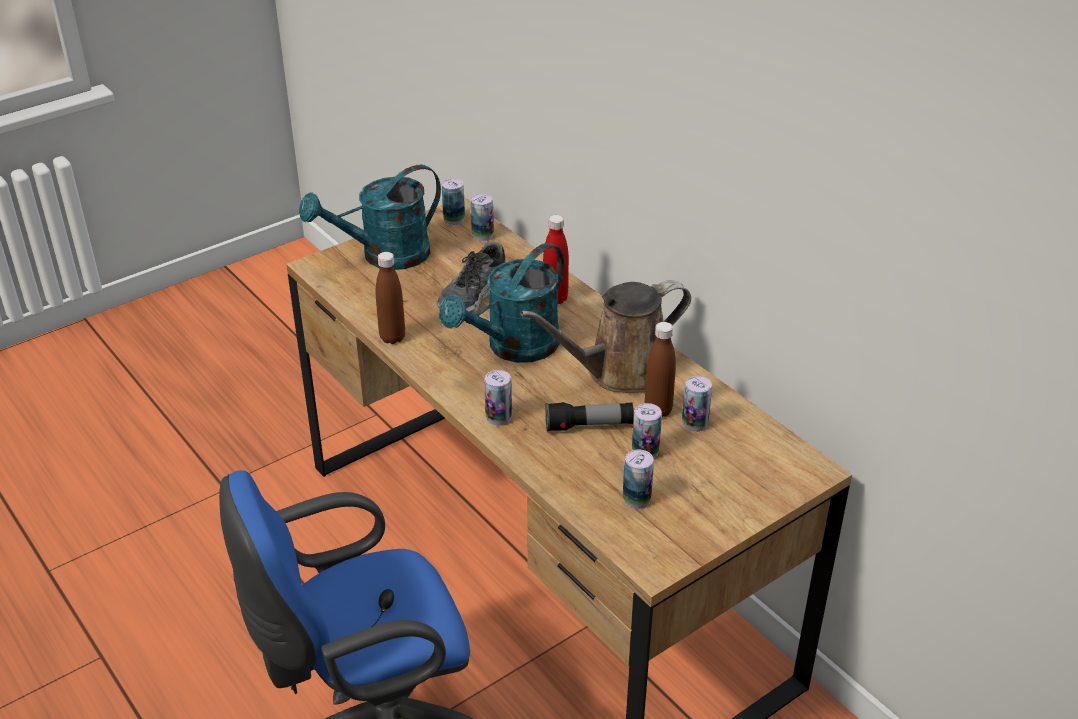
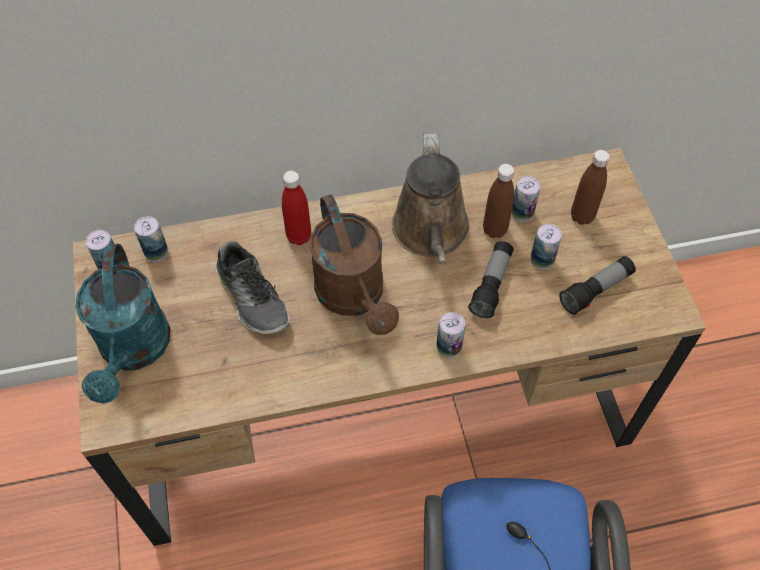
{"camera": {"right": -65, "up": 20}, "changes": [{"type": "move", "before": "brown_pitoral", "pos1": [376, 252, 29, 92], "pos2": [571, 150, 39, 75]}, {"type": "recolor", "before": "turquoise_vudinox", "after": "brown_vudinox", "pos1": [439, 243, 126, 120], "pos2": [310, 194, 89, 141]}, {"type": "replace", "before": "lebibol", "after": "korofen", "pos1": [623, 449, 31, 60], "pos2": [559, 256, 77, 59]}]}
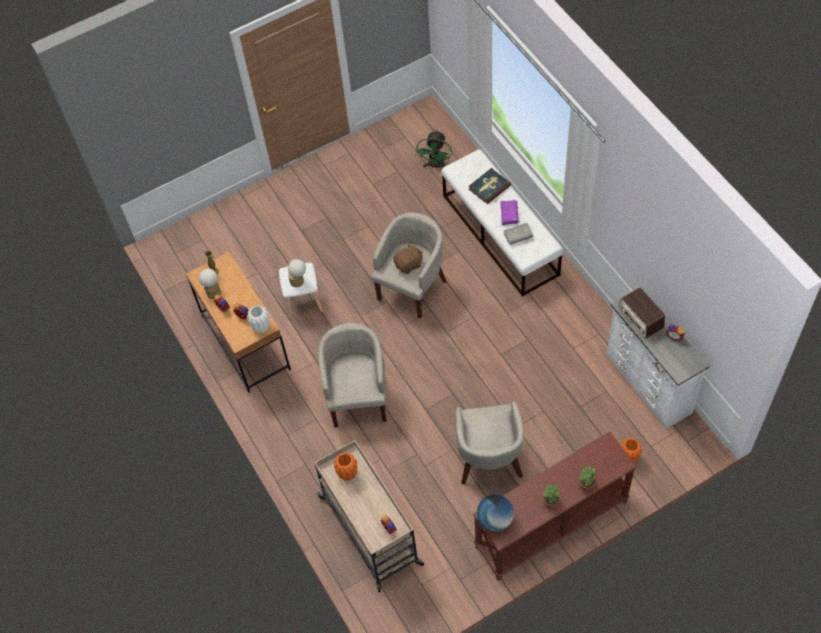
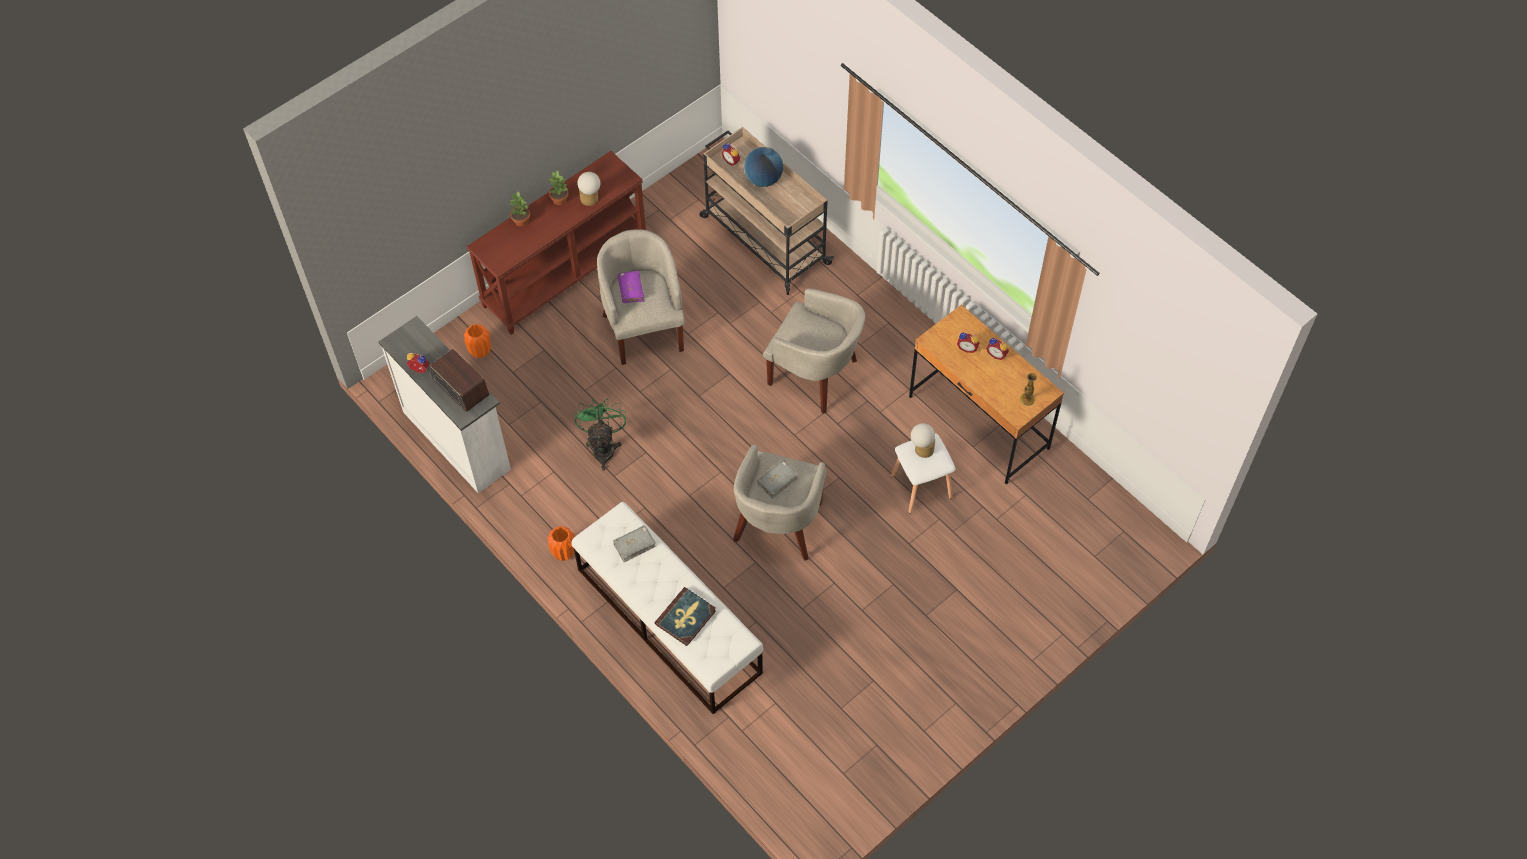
{"camera": {"right": 165, "up": 0}, "changes": [{"type": "move", "before": "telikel", "pos1": [199, 269, 22, 30], "pos2": [577, 172, 23, 34]}, {"type": "delete", "before": "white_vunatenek", "pos1": [247, 305, 23, 28]}, {"type": "rotate", "before": "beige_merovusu", "pos1": [318, 323, 68, 104], "pos2": [763, 288, 102, 126], "turn": -45}, {"type": "move", "before": "orange_vunatenek", "pos1": [334, 453, 23, 28], "pos2": [547, 526, 27, 35]}, {"type": "replace", "before": "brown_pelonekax", "after": "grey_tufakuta", "pos1": [393, 243, 29, 31], "pos2": [757, 460, 42, 39]}, {"type": "move", "before": "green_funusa", "pos1": [416, 130, 36, 40], "pos2": [575, 398, 51, 73]}, {"type": "move", "before": "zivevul", "pos1": [477, 494, 37, 38], "pos2": [744, 147, 39, 40]}, {"type": "move", "before": "purple_tufakuta", "pos1": [500, 200, 19, 25], "pos2": [617, 271, 27, 32]}]}
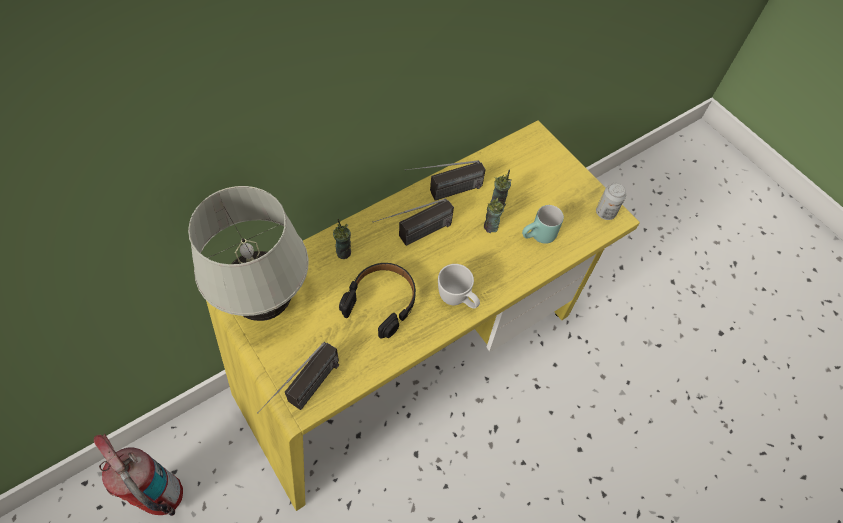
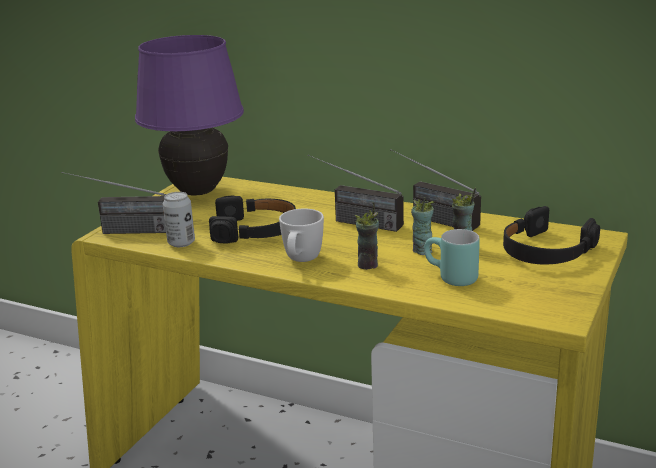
{"camera": {"right": 65, "up": -35}, "changes": [{"type": "delete", "before": "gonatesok", "pos1": [94, 433, 89, 83]}, {"type": "recolor", "before": "white_telikel", "after": "purple_telikel", "pos1": [188, 186, 120, 135], "pos2": [135, 35, 109, 161]}, {"type": "move", "before": "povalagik", "pos1": [333, 218, 18, 41], "pos2": [355, 202, 24, 68]}, {"type": "move", "before": "lebibol", "pos1": [596, 183, 30, 37], "pos2": [163, 192, 32, 55]}, {"type": "insert", "after": "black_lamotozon", "pos2": [503, 206, 97, 58]}]}
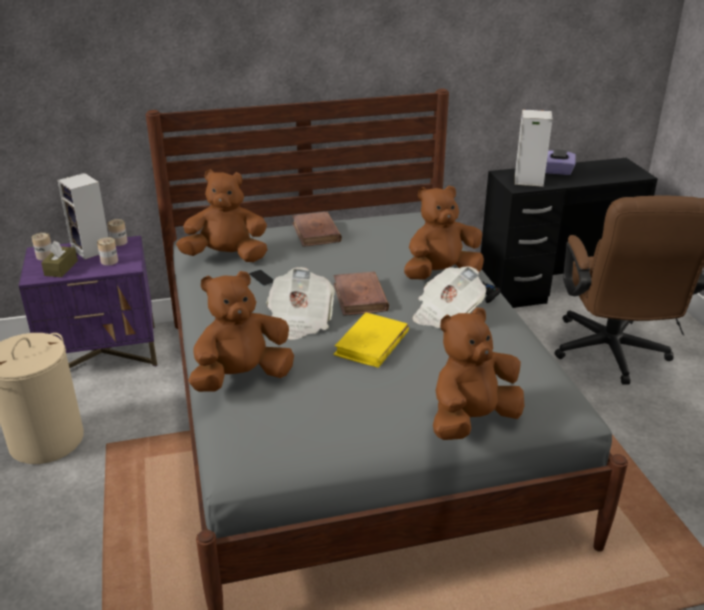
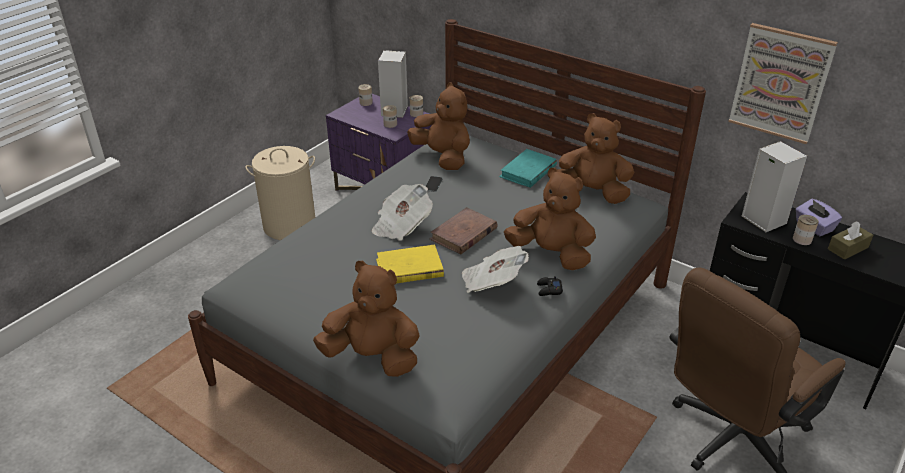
{"camera": {"right": 50, "up": 5}, "changes": [{"type": "move", "before": "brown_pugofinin", "pos1": [41, 241, 37, 36], "pos2": [828, 221, 45, 38]}, {"type": "move", "before": "brown_pelonekax", "pos1": [188, 271, 106, 121], "pos2": [557, 113, 77, 91]}, {"type": "recolor", "before": "brown_tufakuta", "after": "turquoise_tufakuta", "pos1": [292, 212, 50, 35], "pos2": [499, 149, 58, 39]}, {"type": "insert", "after": "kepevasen", "pos2": [728, 23, 110, 121]}, {"type": "insert", "after": "lebibol", "pos2": [793, 215, 25, 30]}]}
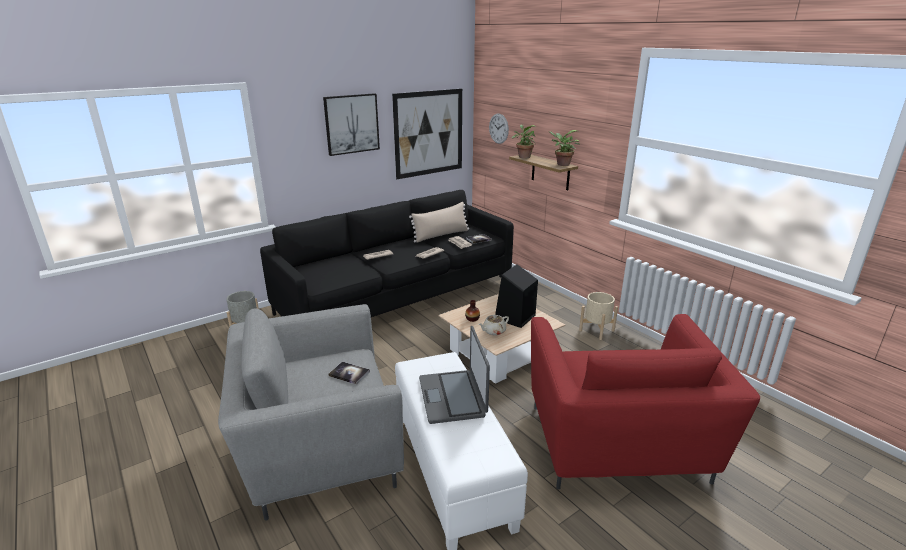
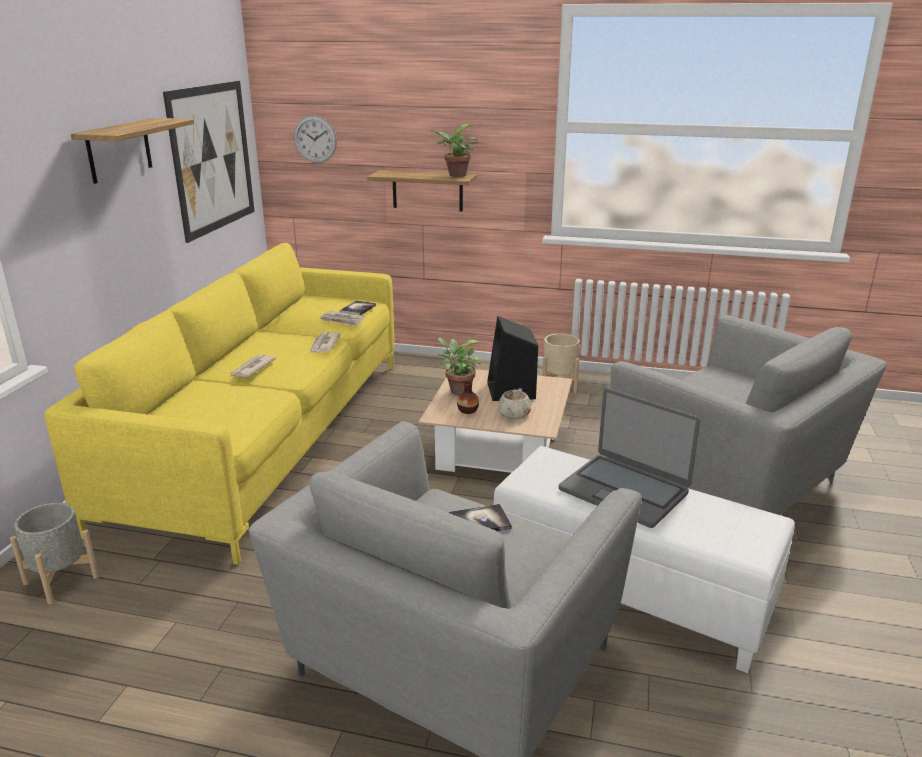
{"camera": {"right": -40, "up": 0}, "changes": [{"type": "recolor", "before": "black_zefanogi", "after": "yellow_zefanogi", "pos1": [260, 190, 254, 127], "pos2": [45, 243, 350, 322]}, {"type": "replace", "before": "kepevasen", "after": "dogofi", "pos1": [323, 93, 57, 63], "pos2": [71, 118, 123, 66]}, {"type": "delete", "before": "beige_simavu", "pos1": [409, 202, 60, 41]}, {"type": "move", "before": "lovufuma", "pos1": [512, 125, 23, 34], "pos2": [437, 337, 44, 58]}, {"type": "recolor", "before": "red_merovusu", "after": "grey_merovusu", "pos1": [531, 314, 229, 176], "pos2": [607, 315, 280, 200]}]}
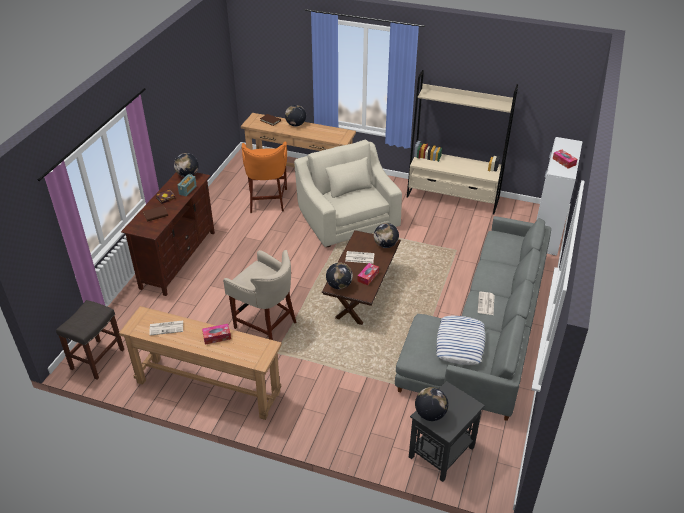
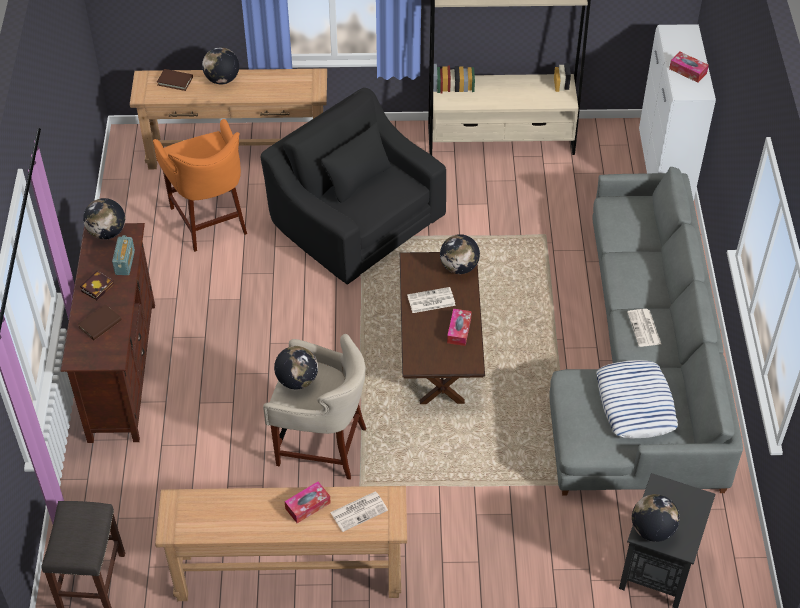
{"camera": {"right": -20, "up": 10}, "changes": [{"type": "move", "before": "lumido", "pos1": [149, 320, 34, 15], "pos2": [330, 492, 58, 40]}, {"type": "recolor", "before": "beige_merovusu", "after": "black_merovusu", "pos1": [294, 140, 108, 107], "pos2": [261, 88, 185, 197]}, {"type": "move", "before": "zivevul", "pos1": [326, 263, 27, 26], "pos2": [274, 346, 44, 43]}]}
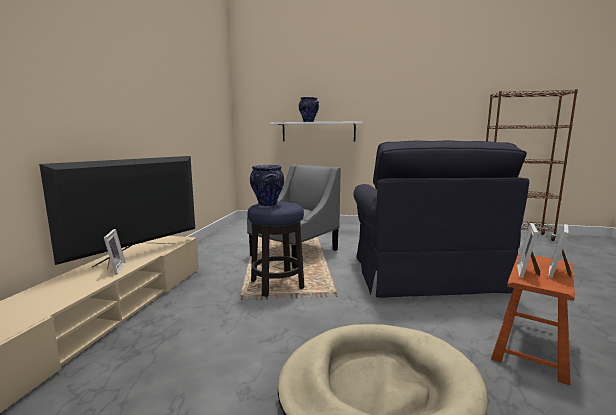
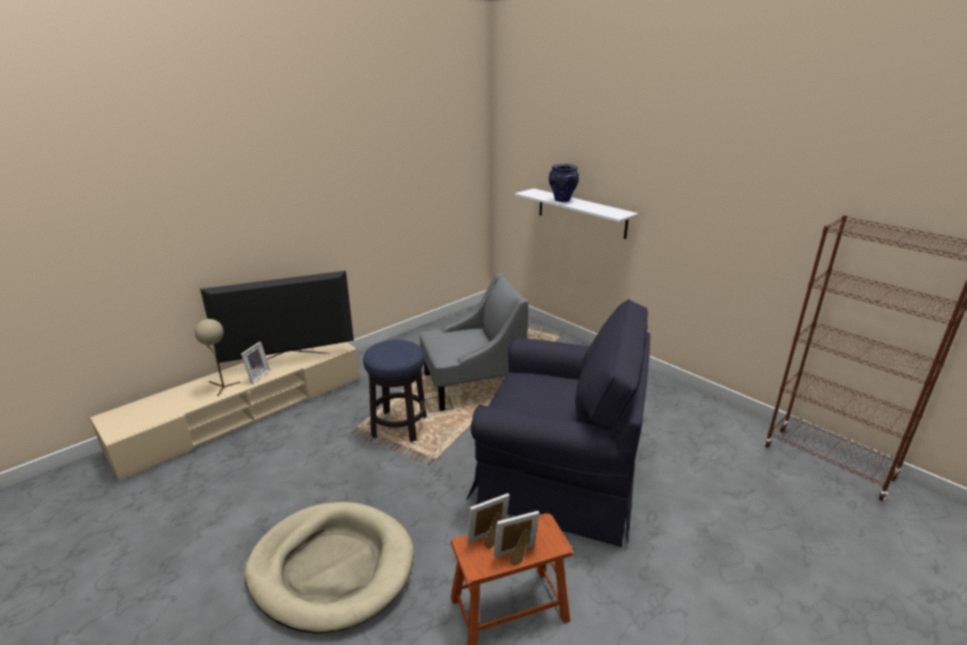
{"camera": {"right": 35, "up": 15}, "changes": [{"type": "delete", "before": "vunatenek", "pos1": [250, 165, 34, 41]}, {"type": "rotate", "before": "black_merovusu", "pos1": [353, 140, 176, 158], "pos2": [466, 299, 184, 248], "turn": -105}, {"type": "insert", "after": "beige_telikel", "pos2": [195, 319, 45, 77]}]}
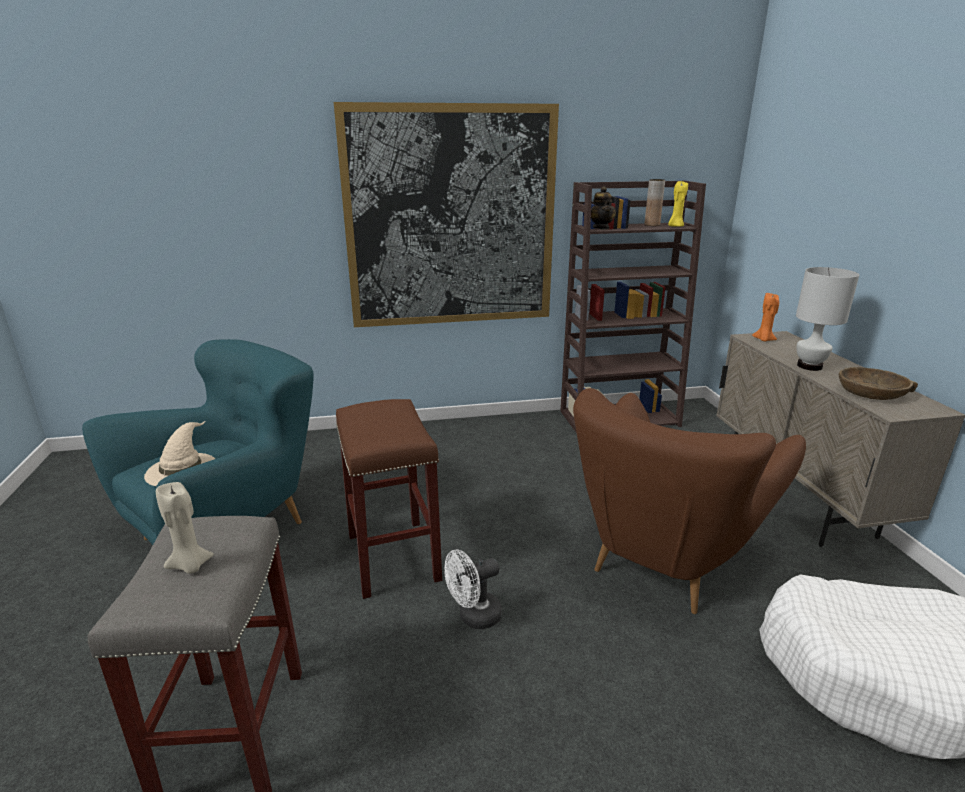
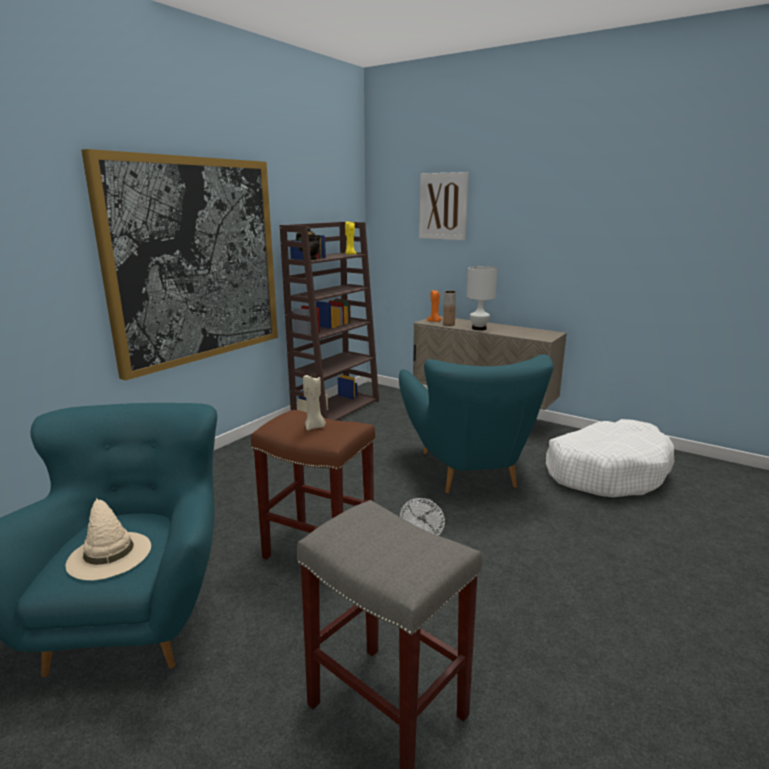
{"camera": {"right": -45, "up": -5}, "changes": [{"type": "move", "before": "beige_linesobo", "pos1": [156, 482, 58, 92], "pos2": [303, 374, 23, 56]}, {"type": "recolor", "before": "brown_merovusu", "after": "turquoise_merovusu", "pos1": [573, 388, 233, 226], "pos2": [399, 354, 155, 139]}, {"type": "move", "before": "brown_vunatenek", "pos1": [644, 179, 21, 47], "pos2": [443, 291, 13, 35]}, {"type": "delete", "before": "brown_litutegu", "pos1": [839, 367, 79, 33]}, {"type": "insert", "after": "kepevasen", "pos2": [419, 172, 50, 68]}]}
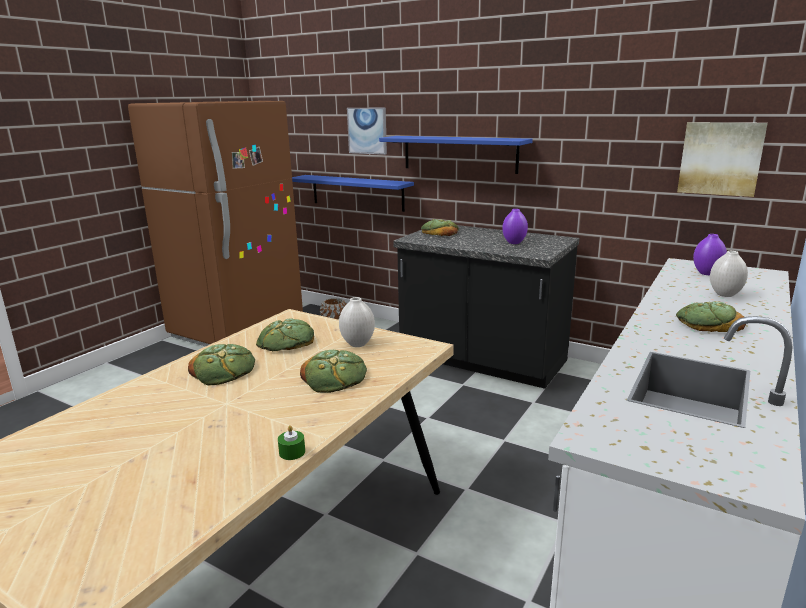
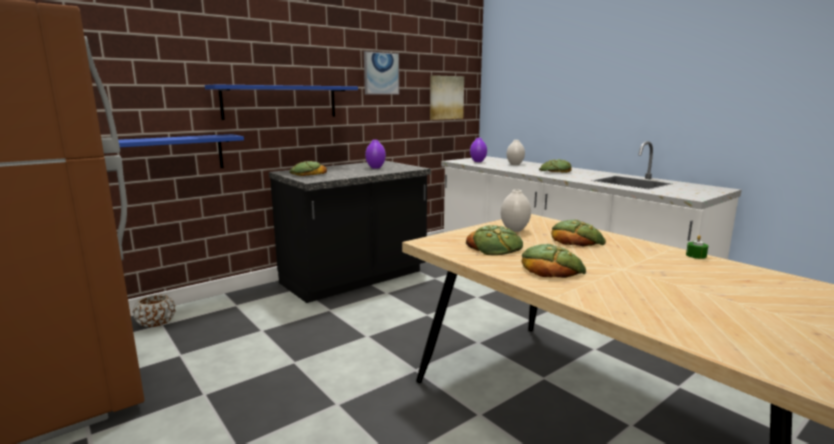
{"camera": {"right": -70, "up": -5}, "changes": [{"type": "move", "before": "kepevasen", "pos1": [347, 107, 40, 48], "pos2": [364, 51, 35, 44]}]}
